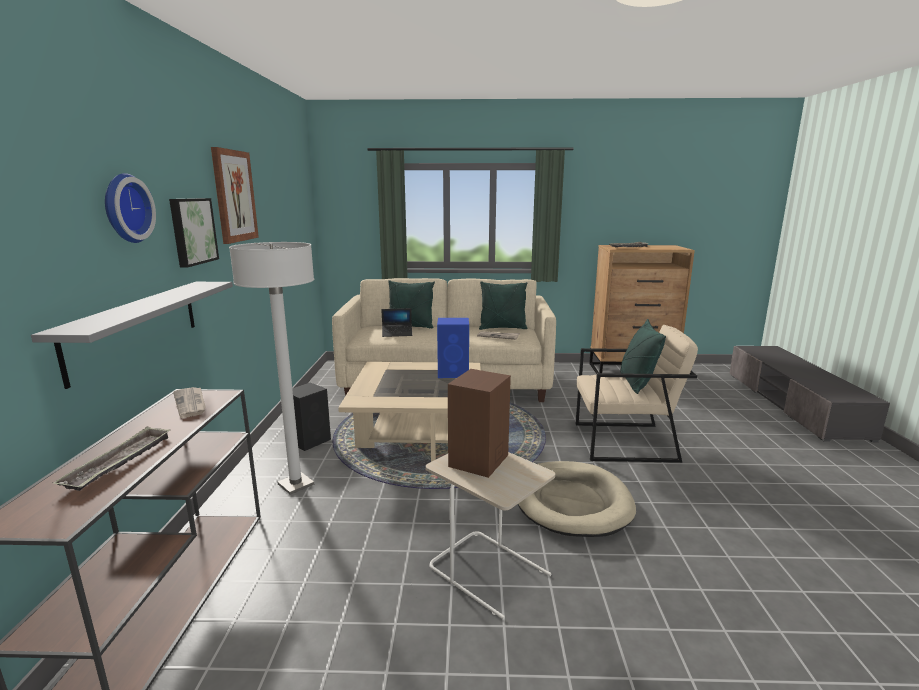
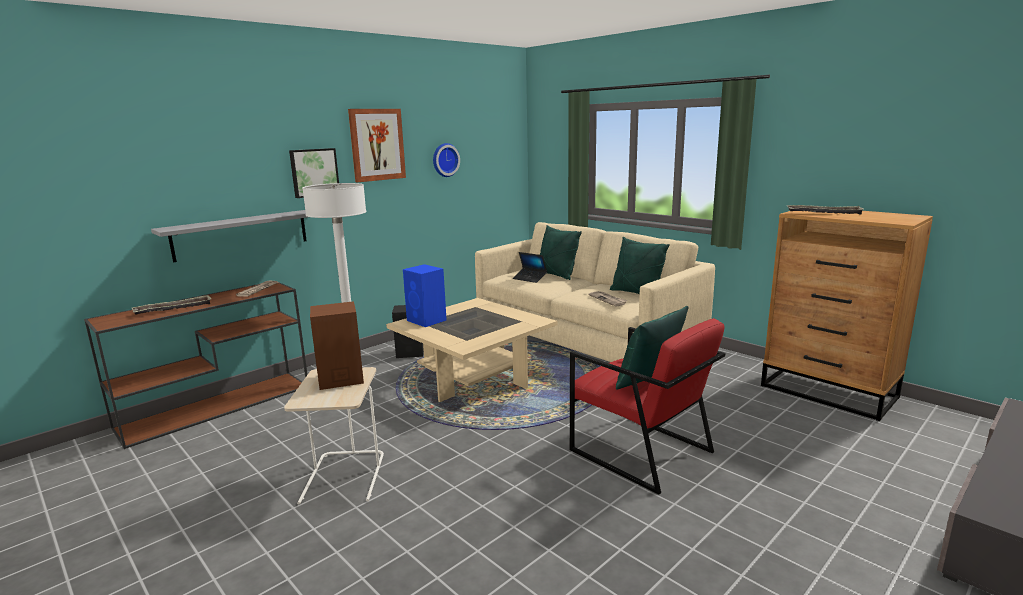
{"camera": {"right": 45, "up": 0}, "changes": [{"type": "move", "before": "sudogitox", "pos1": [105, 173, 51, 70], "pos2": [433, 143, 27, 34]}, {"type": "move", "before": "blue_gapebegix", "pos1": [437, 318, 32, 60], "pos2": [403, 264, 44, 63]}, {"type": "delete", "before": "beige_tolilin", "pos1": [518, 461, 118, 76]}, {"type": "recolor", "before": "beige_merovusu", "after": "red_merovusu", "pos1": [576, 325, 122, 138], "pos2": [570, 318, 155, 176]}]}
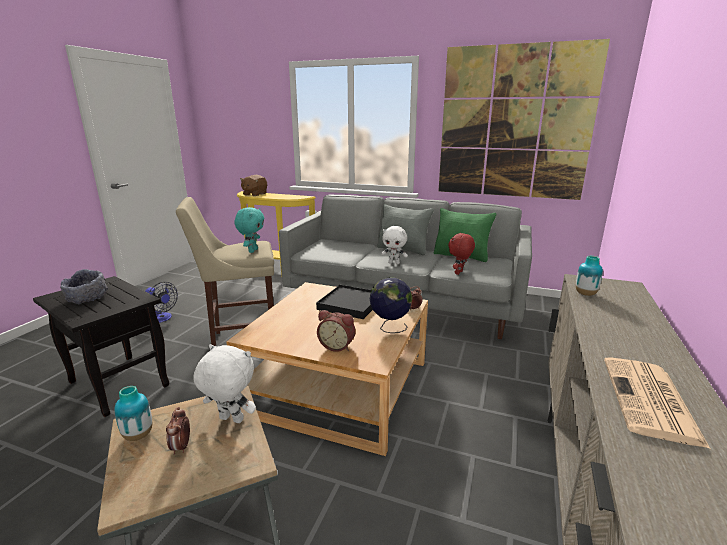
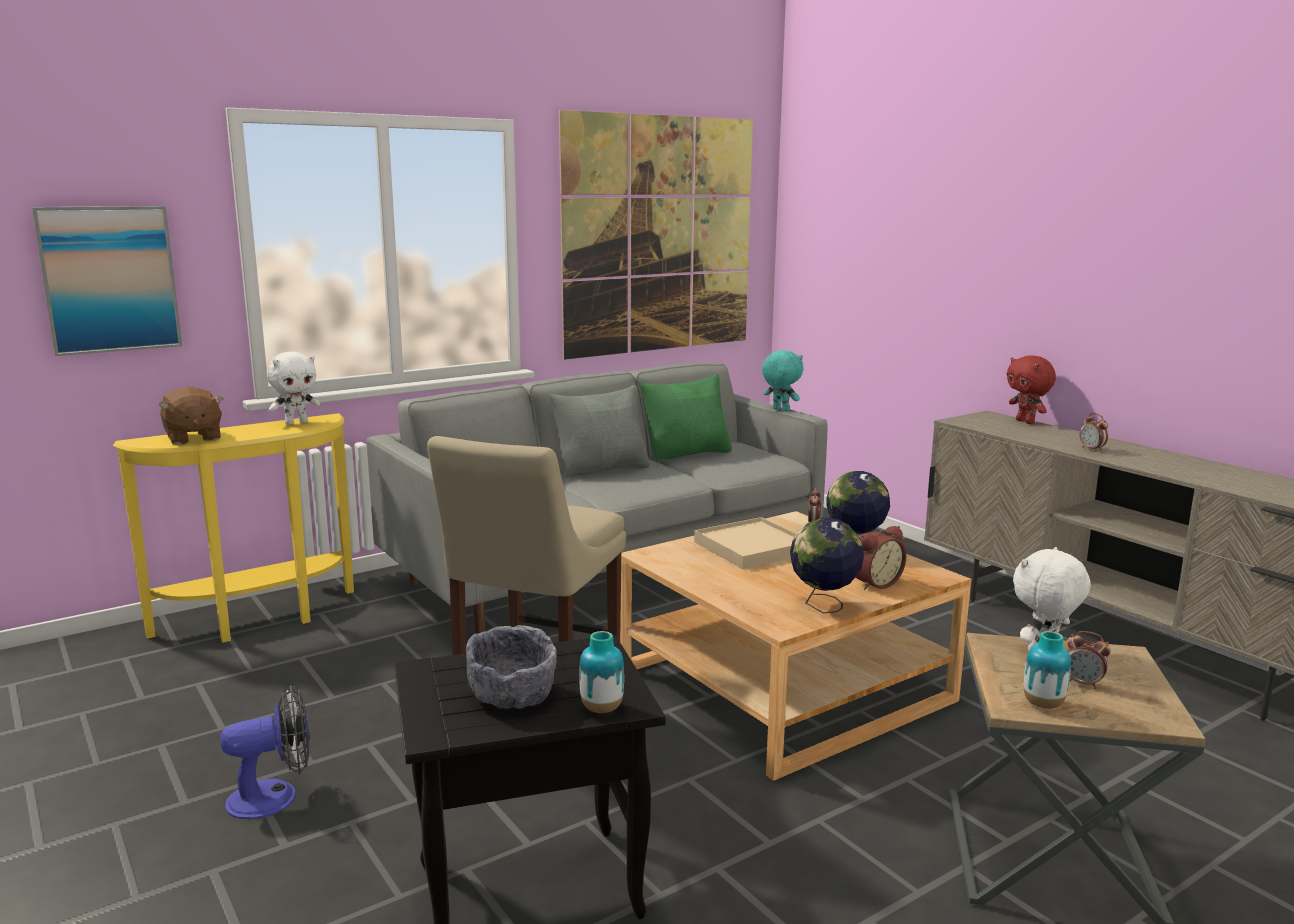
{"camera": {"right": -55, "up": -5}, "changes": [{"type": "move", "before": "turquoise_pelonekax", "pos1": [235, 207, 29, 46], "pos2": [762, 350, 41, 61]}, {"type": "recolor", "before": "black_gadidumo", "after": "beige_gadidumo", "pos1": [316, 285, 57, 34], "pos2": [694, 517, 102, 52]}, {"type": "move", "before": "white_pelonekax", "pos1": [381, 226, 27, 38], "pos2": [267, 352, 53, 73]}, {"type": "move", "before": "red_pelonekax", "pos1": [448, 233, 27, 42], "pos2": [1007, 355, 49, 69]}, {"type": "move", "before": "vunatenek", "pos1": [576, 256, 27, 40], "pos2": [579, 631, 45, 82]}, {"type": "delete", "before": "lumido", "pos1": [604, 357, 106, 92]}, {"type": "insert", "after": "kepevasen", "pos2": [32, 206, 150, 150]}, {"type": "insert", "after": "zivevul", "pos2": [790, 518, 74, 95]}, {"type": "insert", "after": "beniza", "pos2": [1080, 413, 28, 39]}]}
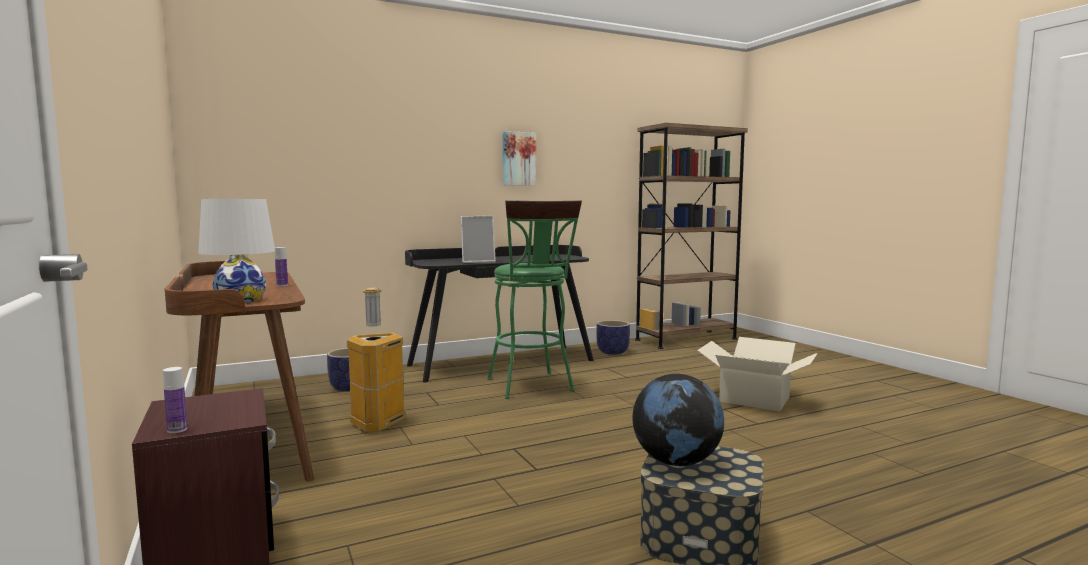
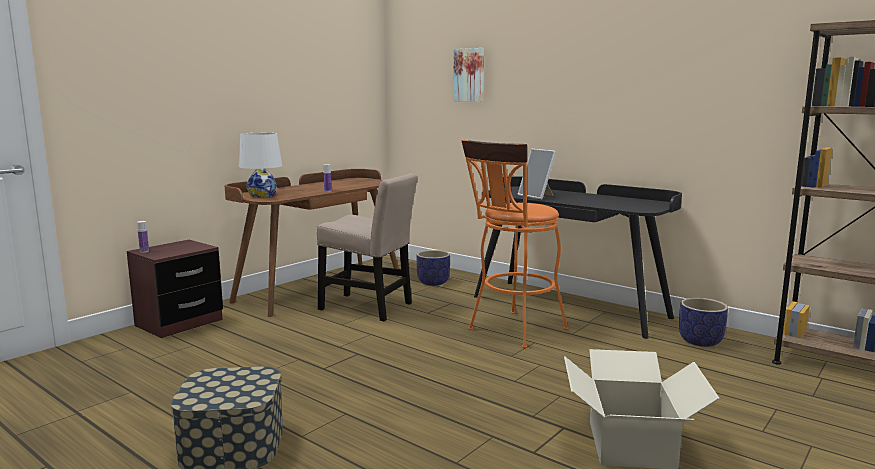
{"camera": {"right": 65, "up": 5}, "changes": [{"type": "replace", "before": "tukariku", "after": "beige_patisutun", "pos1": [347, 288, 59, 145], "pos2": [317, 173, 101, 149]}, {"type": "recolor", "before": "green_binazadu", "after": "orange_binazadu", "pos1": [487, 200, 95, 199], "pos2": [461, 140, 107, 209]}, {"type": "move", "before": "kepevasen", "pos1": [502, 131, 34, 55], "pos2": [453, 48, 31, 54]}, {"type": "delete", "before": "zivevul", "pos1": [633, 374, 91, 92]}]}
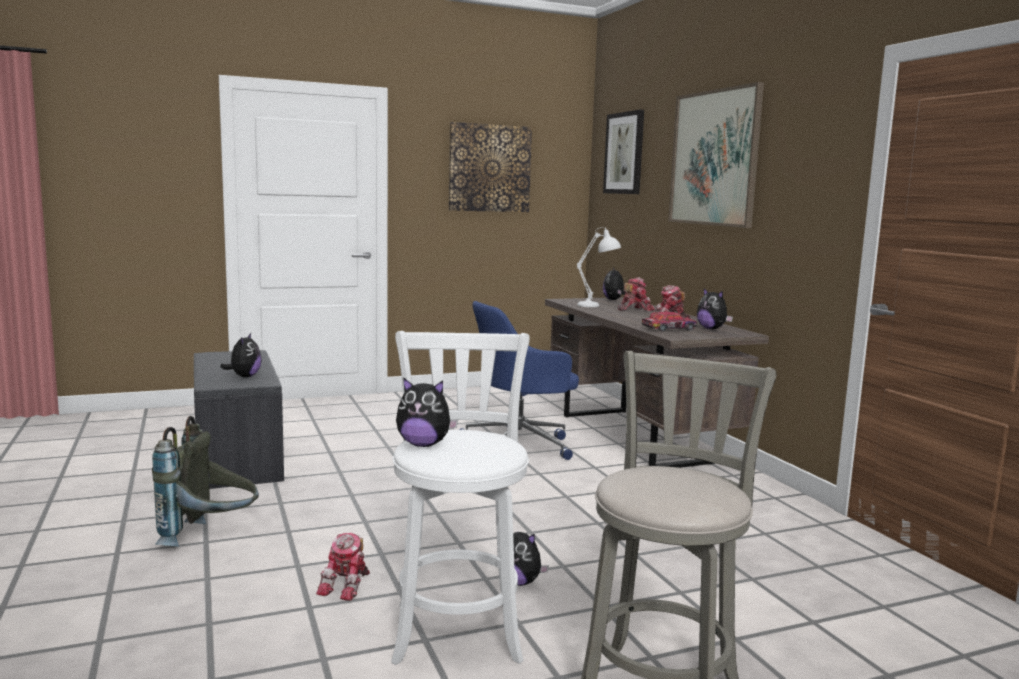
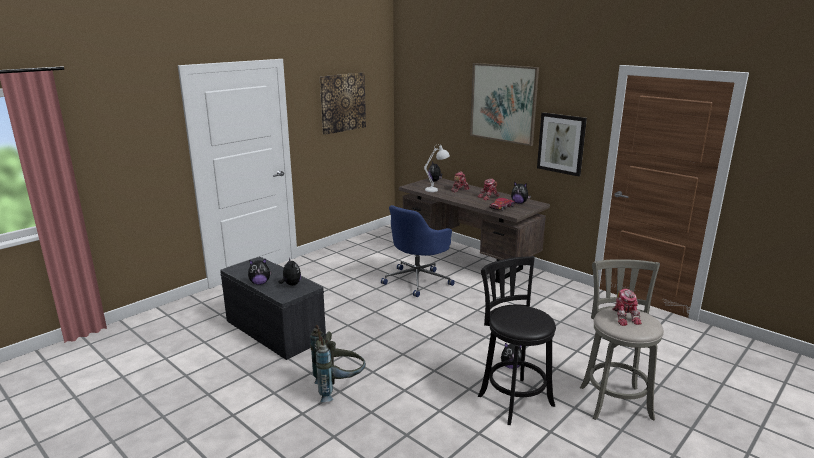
{"camera": {"right": -25, "up": 10}, "changes": [{"type": "move", "before": "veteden", "pos1": [316, 533, 54, 68], "pos2": [612, 289, 30, 37]}, {"type": "recolor", "before": "white_binazadu", "after": "black_binazadu", "pos1": [391, 331, 139, 334], "pos2": [478, 256, 78, 169]}, {"type": "move", "before": "pelonekax", "pos1": [396, 377, 62, 70], "pos2": [248, 259, 24, 26]}, {"type": "move", "before": "kepevasen", "pos1": [603, 110, 41, 84], "pos2": [537, 112, 50, 64]}]}
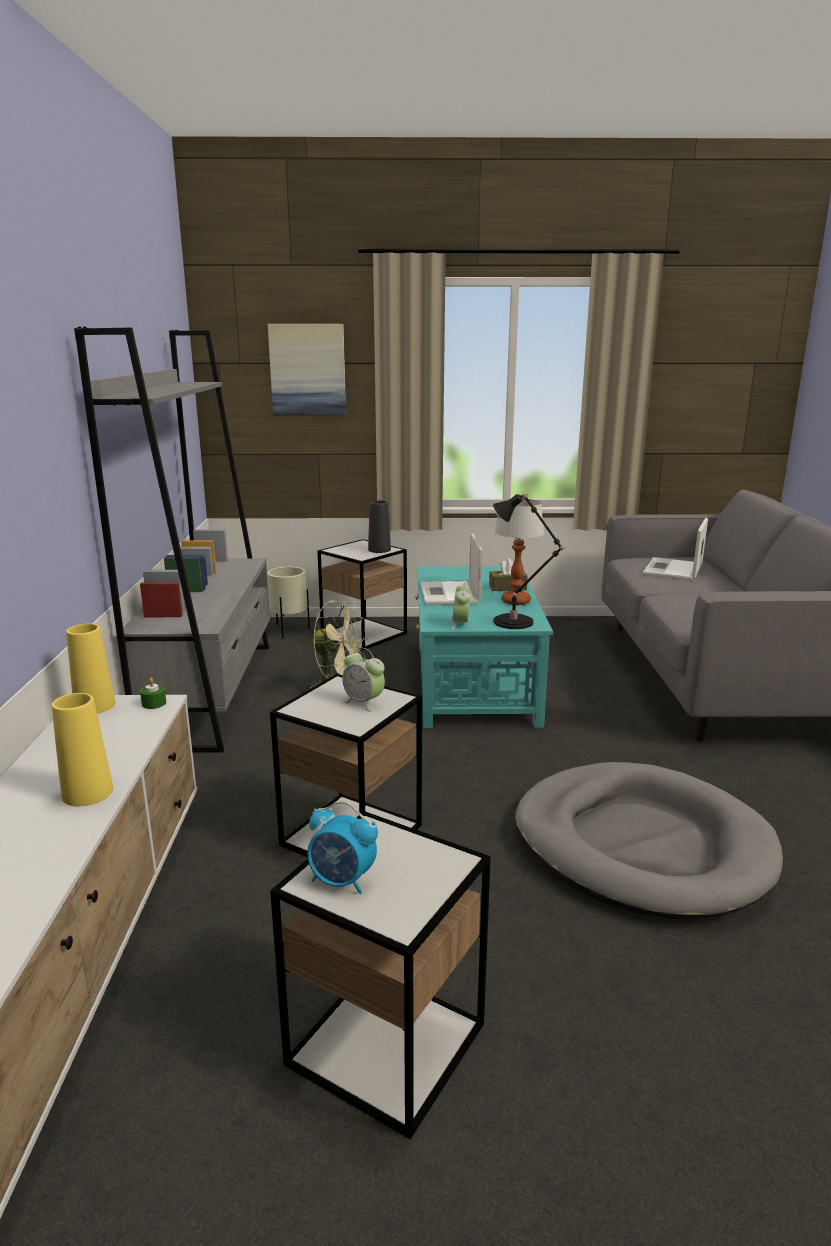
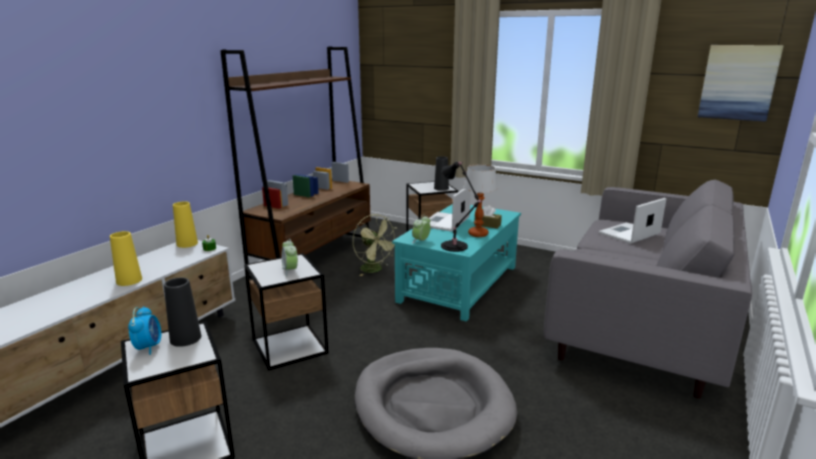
{"camera": {"right": 30, "up": 0}, "changes": [{"type": "recolor", "before": "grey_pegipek", "after": "brown_pegipek", "pos1": [74, 327, 196, 426], "pos2": [220, 47, 151, 232]}, {"type": "delete", "before": "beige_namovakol", "pos1": [267, 567, 43, 71]}, {"type": "move", "before": "kepevasen", "pos1": [268, 324, 78, 91], "pos2": [698, 45, 86, 77]}, {"type": "rotate", "before": "beniza", "pos1": [307, 801, 71, 93], "pos2": [128, 306, 33, 49], "turn": -150}, {"type": "insert", "after": "black_vunatenek", "pos2": [164, 277, 37, 70]}]}
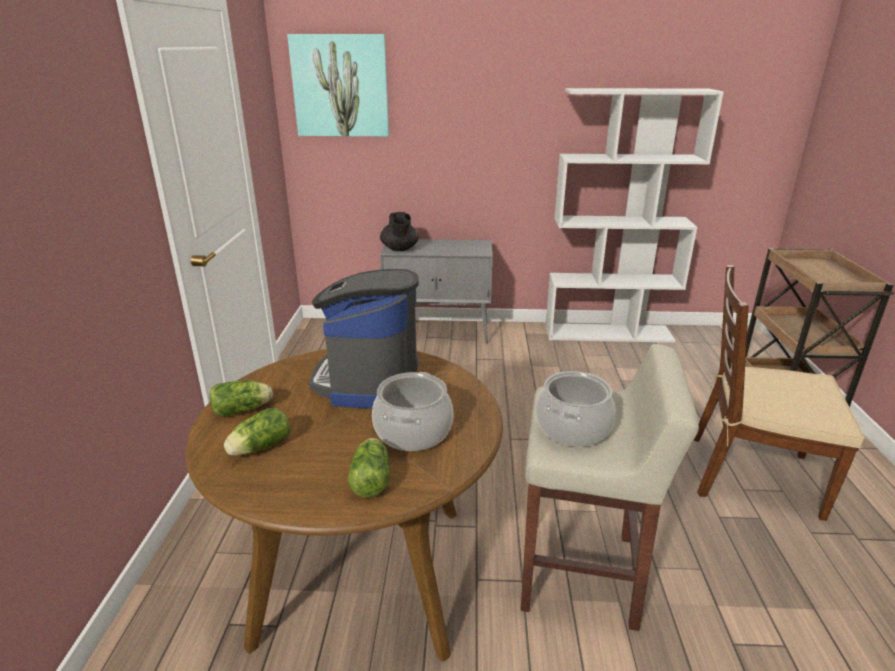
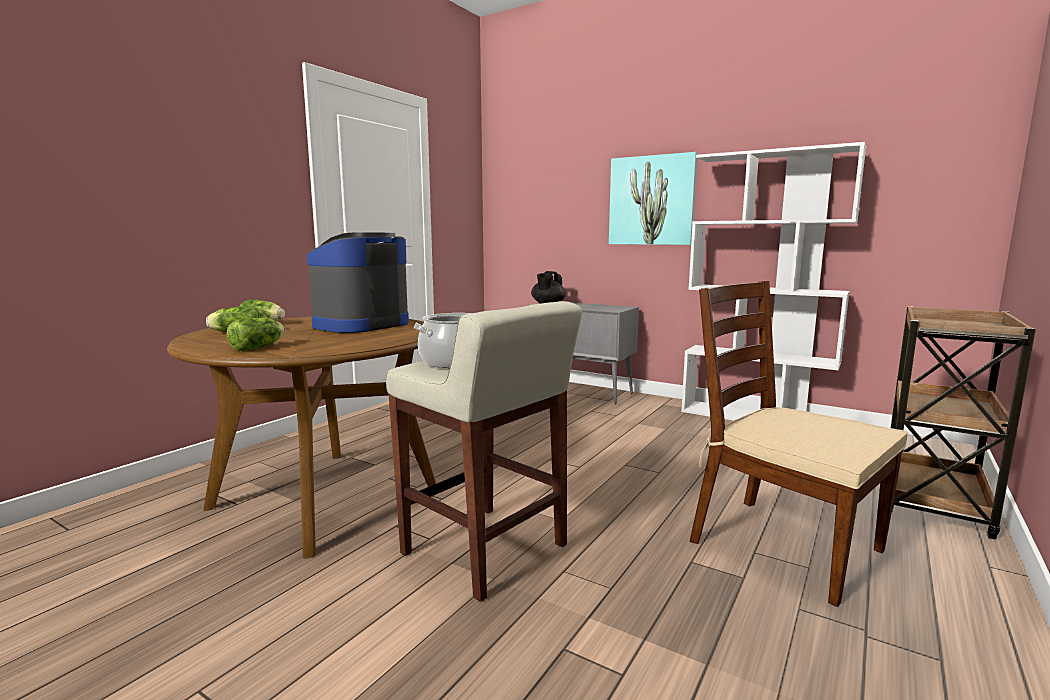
{"camera": {"right": 30, "up": -15}, "changes": [{"type": "move", "before": "kepevasen", "pos1": [287, 34, 102, 102], "pos2": [609, 152, 88, 93]}, {"type": "delete", "before": "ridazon", "pos1": [372, 372, 82, 79]}]}
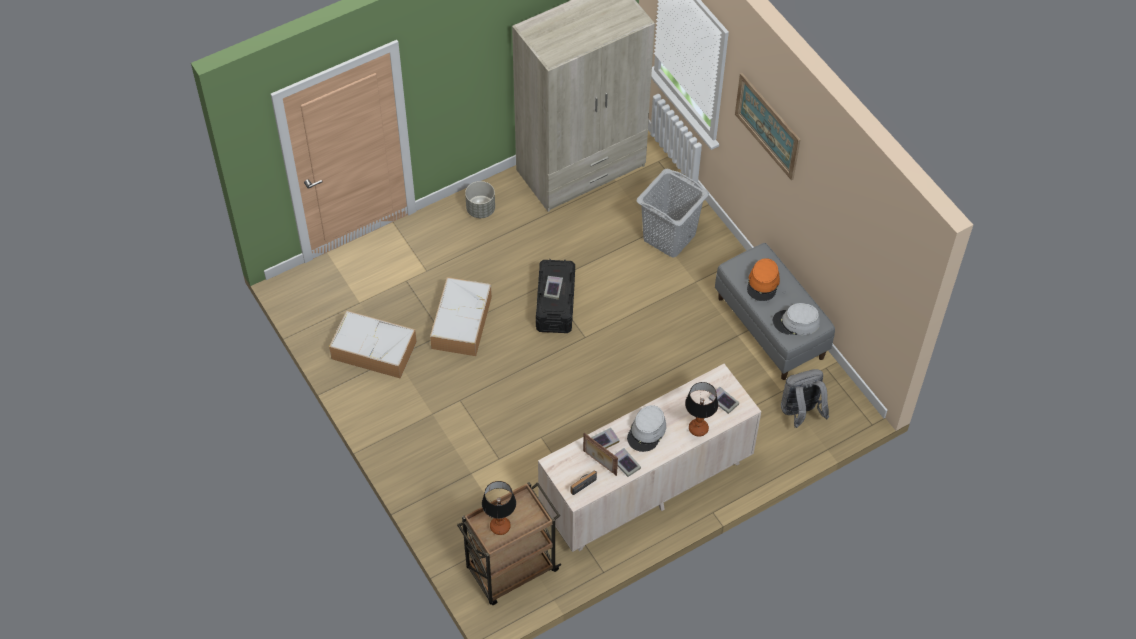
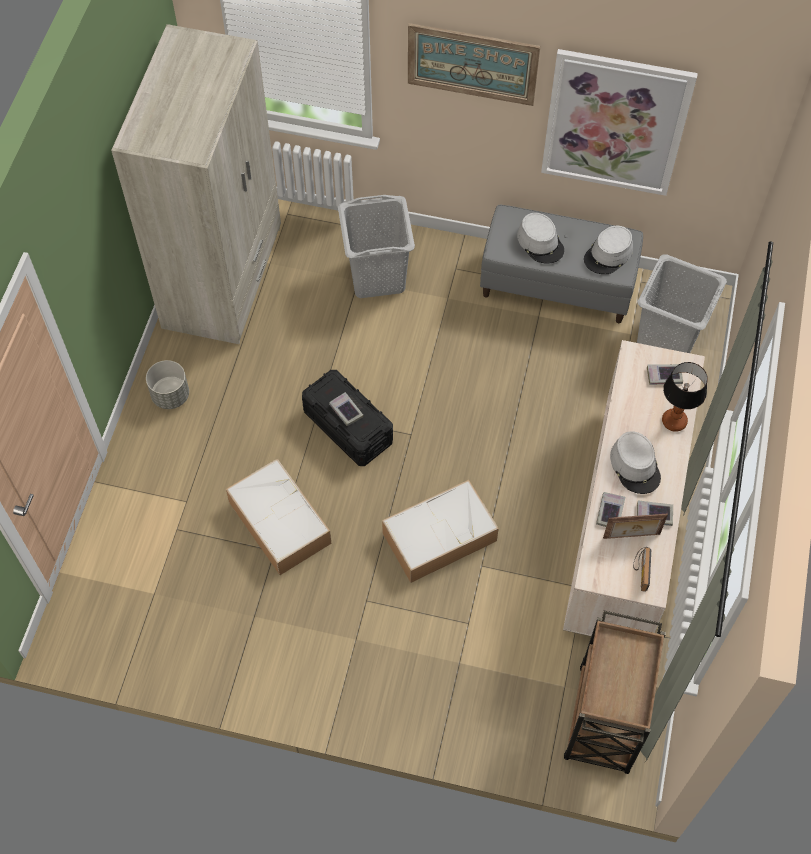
{"camera": {"right": -45, "up": 5}, "changes": [{"type": "move", "before": "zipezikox", "pos1": [329, 310, 88, 68], "pos2": [382, 480, 117, 103]}, {"type": "delete", "before": "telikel", "pos1": [482, 481, 34, 54]}, {"type": "recolor", "before": "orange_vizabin", "after": "grey_vizabin", "pos1": [747, 258, 33, 43], "pos2": [517, 213, 47, 51]}, {"type": "replace", "before": "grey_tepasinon", "after": "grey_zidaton", "pos1": [781, 369, 48, 59], "pos2": [637, 254, 90, 99]}, {"type": "insert", "after": "kepevasen", "pos2": [541, 49, 157, 147]}]}
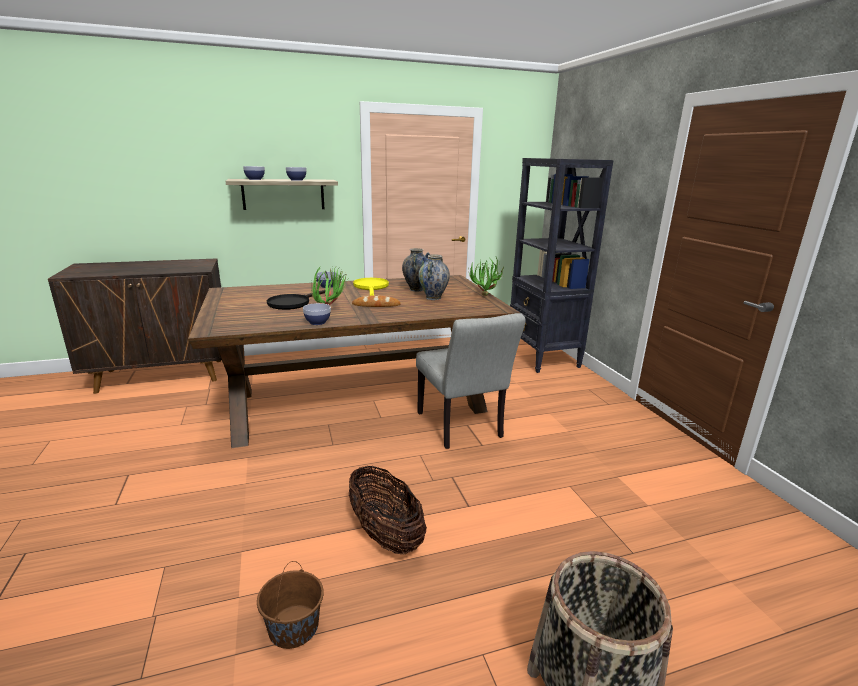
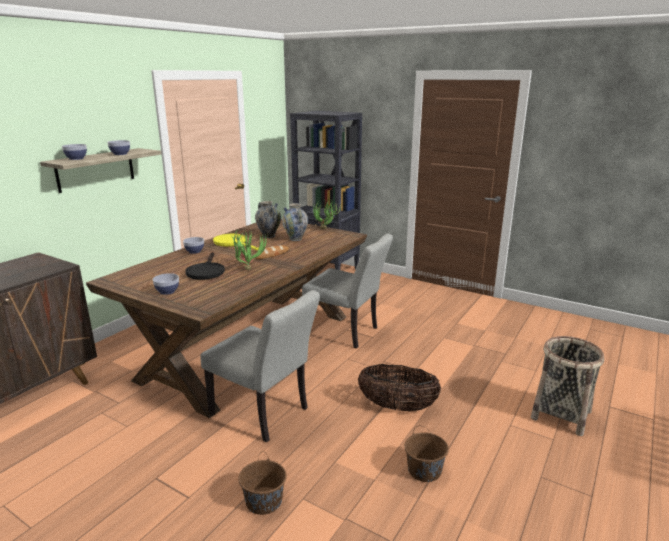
{"camera": {"right": -40, "up": 0}, "changes": [{"type": "move", "before": "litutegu", "pos1": [303, 303, 28, 22], "pos2": [153, 273, 26, 22]}, {"type": "insert", "after": "grey_patisutun", "pos2": [200, 290, 120, 152]}, {"type": "insert", "after": "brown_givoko", "pos2": [238, 451, 49, 64]}]}
